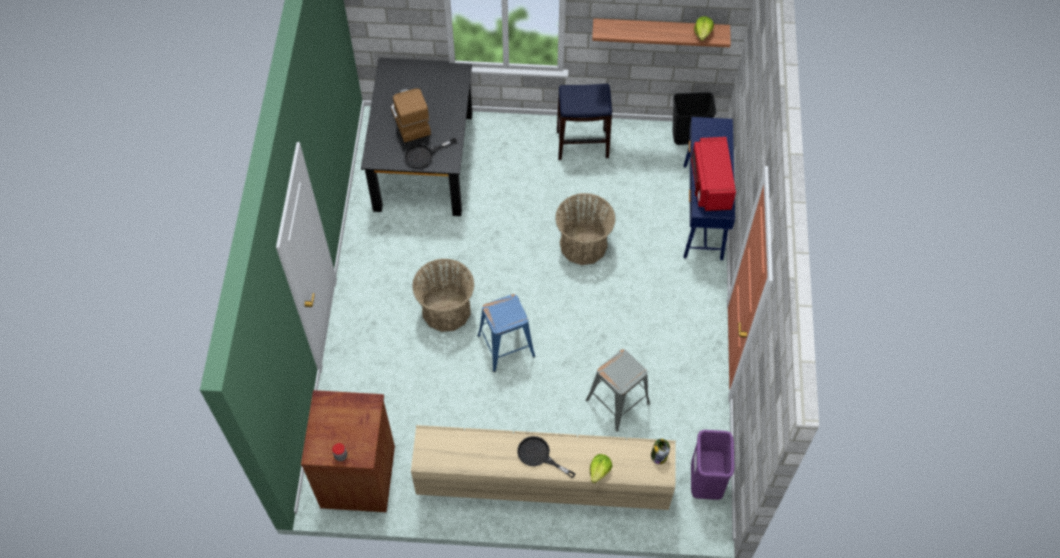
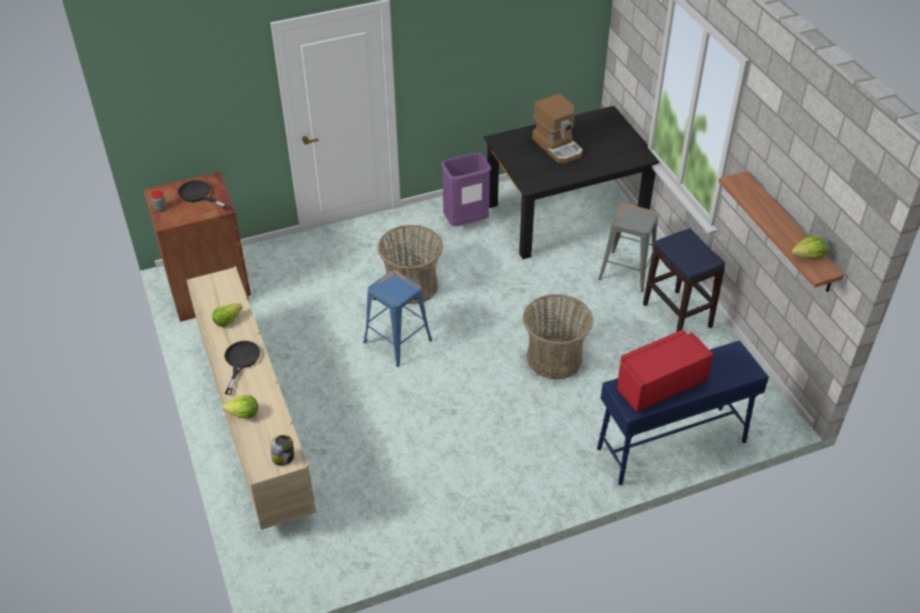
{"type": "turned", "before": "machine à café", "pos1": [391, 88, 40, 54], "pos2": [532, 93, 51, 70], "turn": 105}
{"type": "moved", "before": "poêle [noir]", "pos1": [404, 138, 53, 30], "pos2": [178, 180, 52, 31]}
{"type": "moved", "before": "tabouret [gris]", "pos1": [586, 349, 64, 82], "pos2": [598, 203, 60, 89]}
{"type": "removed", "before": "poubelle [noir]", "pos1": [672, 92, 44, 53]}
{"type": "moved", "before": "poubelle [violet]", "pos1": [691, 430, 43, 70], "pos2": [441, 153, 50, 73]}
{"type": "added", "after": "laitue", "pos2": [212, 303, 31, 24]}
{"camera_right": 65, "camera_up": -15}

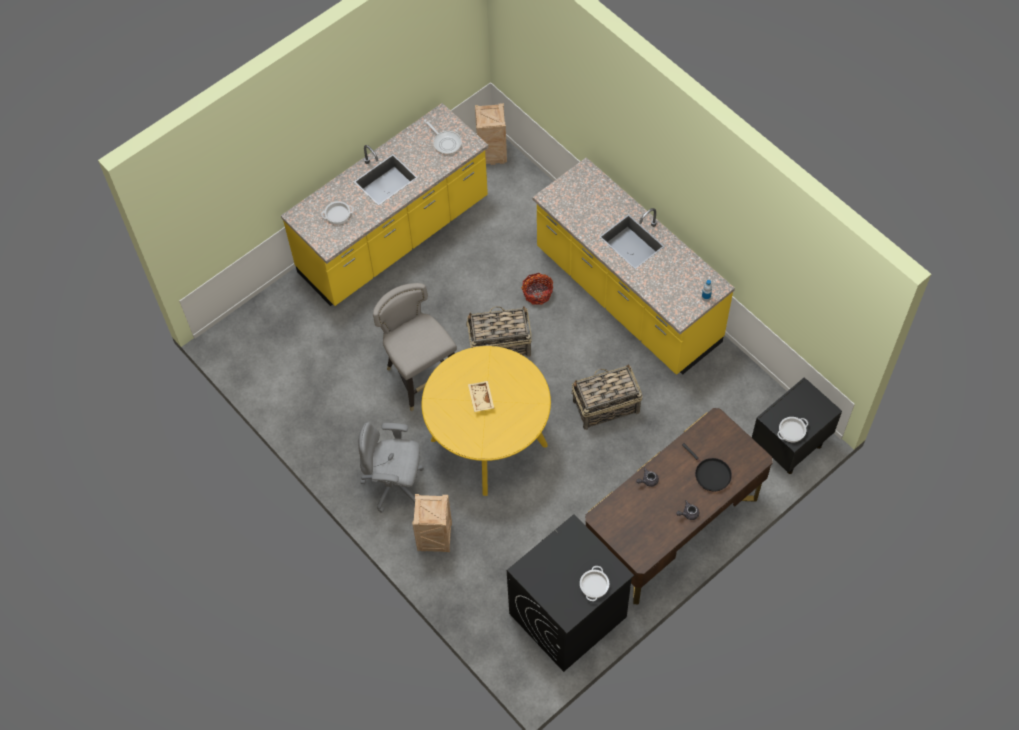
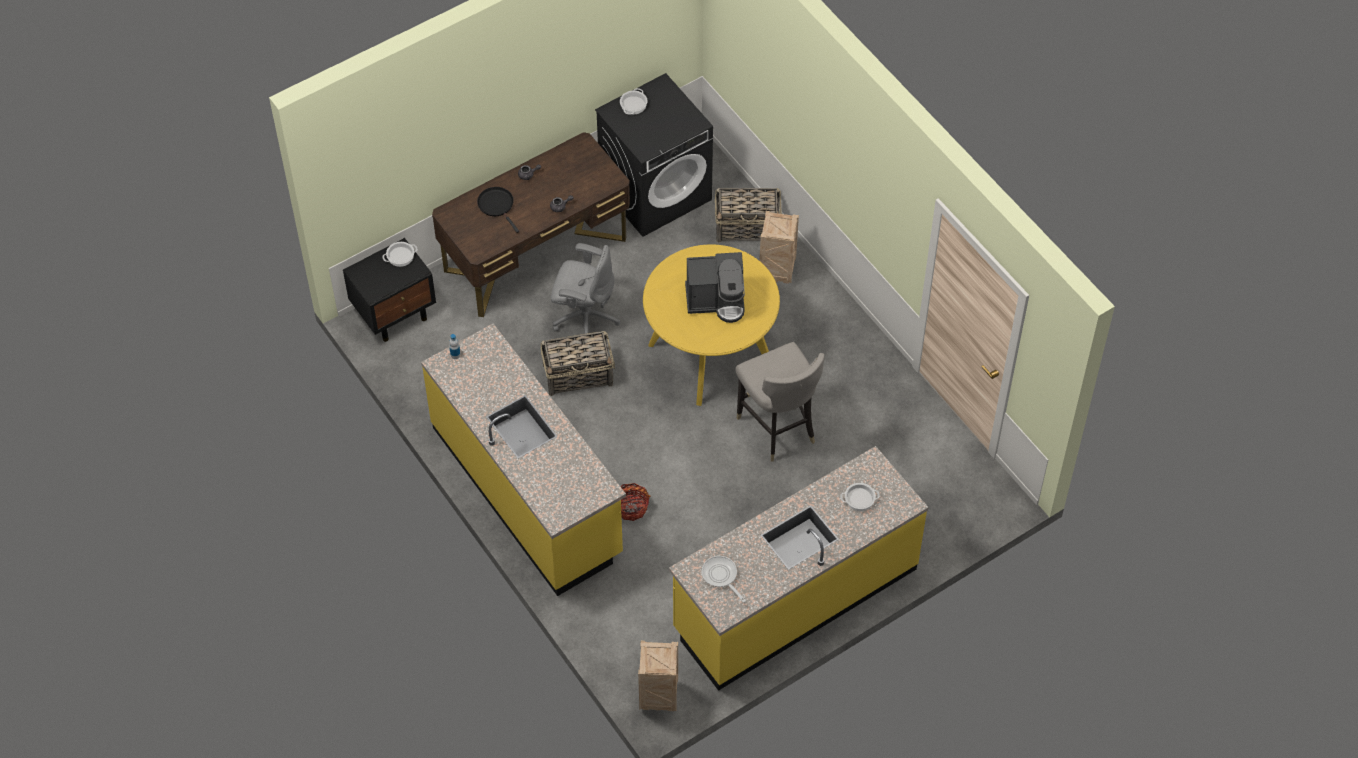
{"type": "moved", "before": "chaise de bureau [gris]", "pos1": [358, 422, 66, 91], "pos2": [551, 243, 69, 91]}
{"type": "moved", "before": "panier", "pos1": [466, 306, 66, 51], "pos2": [715, 188, 67, 55]}
{"type": "replaced", "before": "plateau [beige]", "after": "machine à café", "pos1": [468, 381, 26, 31], "pos2": [685, 252, 60, 71]}
{"camera_right": -175, "camera_up": -5}

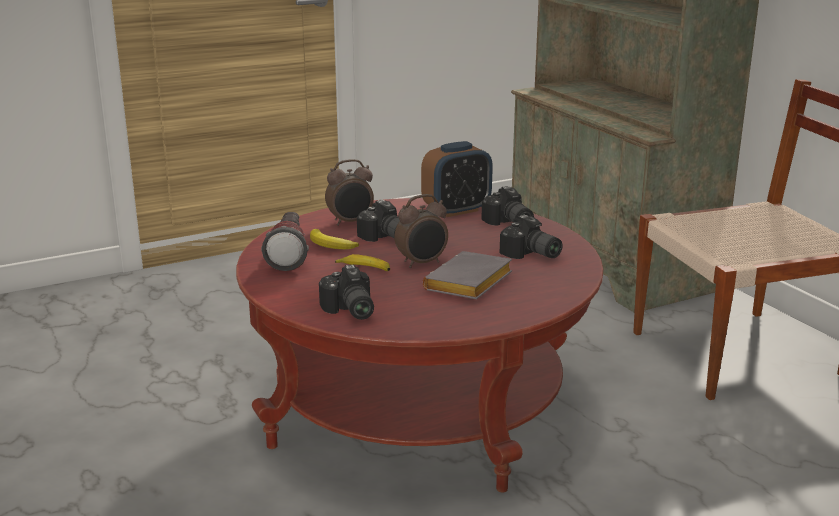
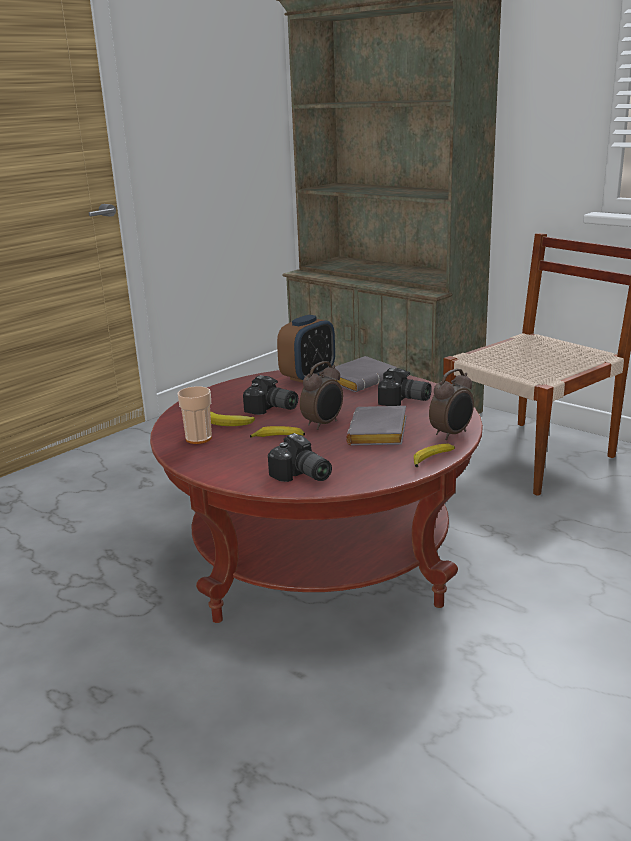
{"type": "replaced", "before": "lampe de poche", "after": "tasse", "pos1": [261, 212, 48, 59], "pos2": [177, 386, 35, 58]}
{"type": "moved", "before": "réveil", "pos1": [325, 159, 49, 67], "pos2": [429, 369, 45, 71]}
{"type": "replaced", "before": "appareil photo", "after": "livre [gris]", "pos1": [482, 186, 52, 40], "pos2": [335, 356, 62, 36]}
{"type": "added", "after": "banane", "pos2": [414, 443, 41, 24]}
{"camera_right": -20, "camera_up": 0}

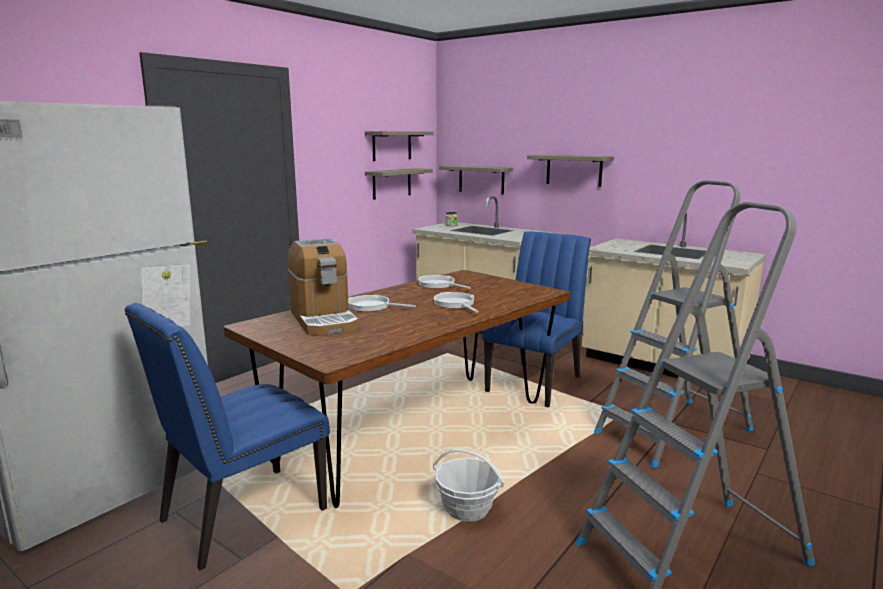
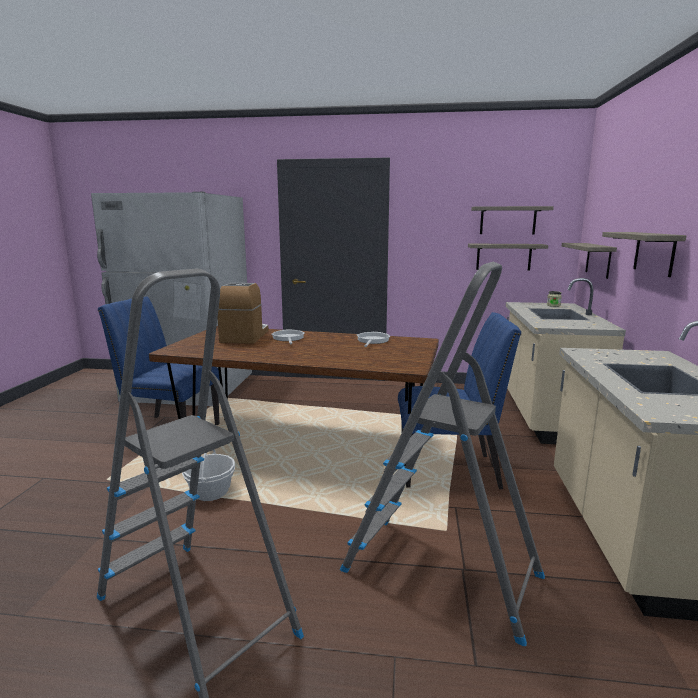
{"type": "turned", "before": "machine à café", "pos1": [288, 239, 71, 97], "pos2": [218, 283, 51, 61], "turn": 150}
{"type": "removed", "before": "poêle", "pos1": [434, 292, 45, 21]}
{"camera_right": 60, "camera_up": 0}

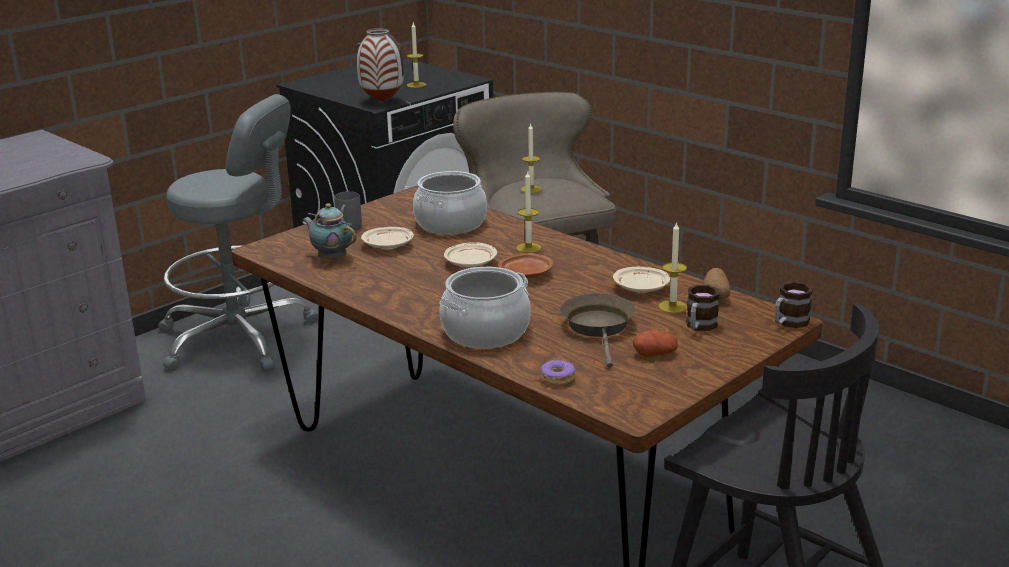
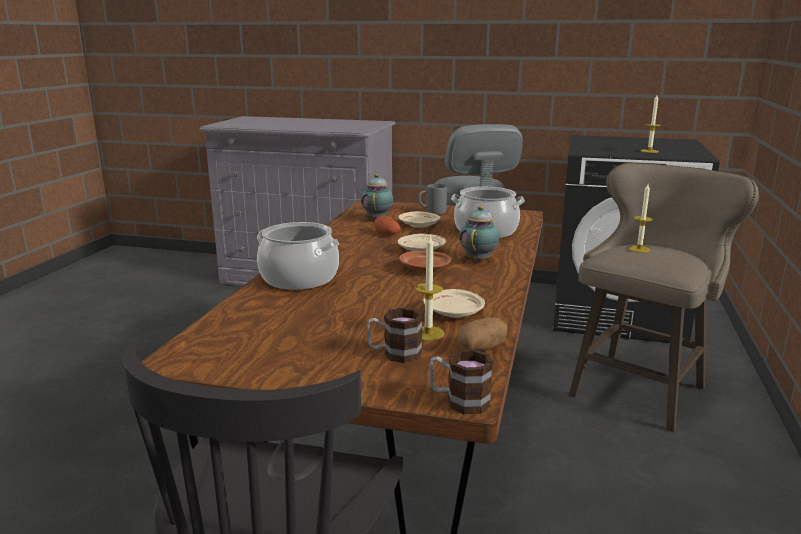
{"type": "removed", "before": "vase", "pos1": [356, 28, 48, 74]}
{"type": "replaced", "before": "bougie", "after": "théière", "pos1": [516, 172, 25, 81], "pos2": [459, 206, 41, 56]}
{"type": "removed", "before": "beignet", "pos1": [540, 359, 35, 26]}
{"type": "removed", "before": "poêle [marron]", "pos1": [560, 293, 76, 75]}
{"type": "moved", "before": "pomme de terre", "pos1": [633, 330, 45, 27], "pos2": [374, 216, 27, 19]}
{"camera_right": 60, "camera_up": -5}

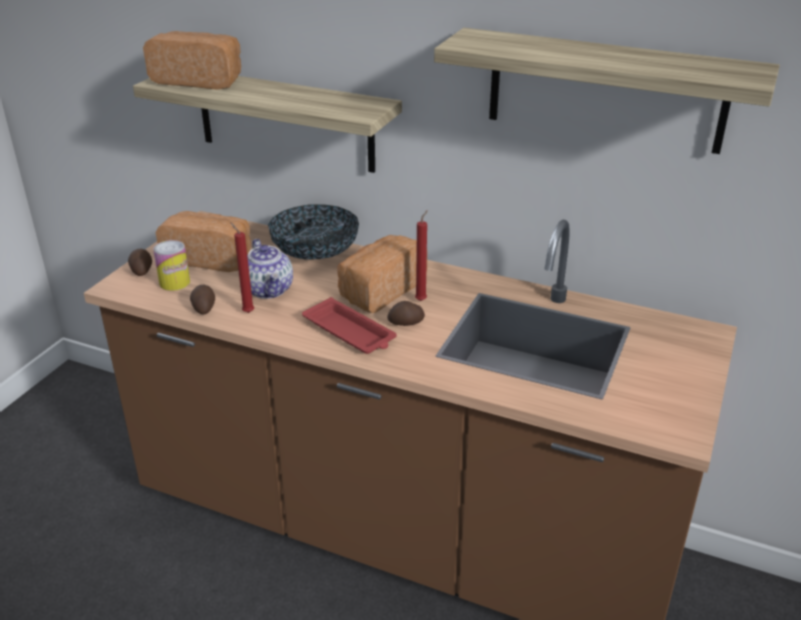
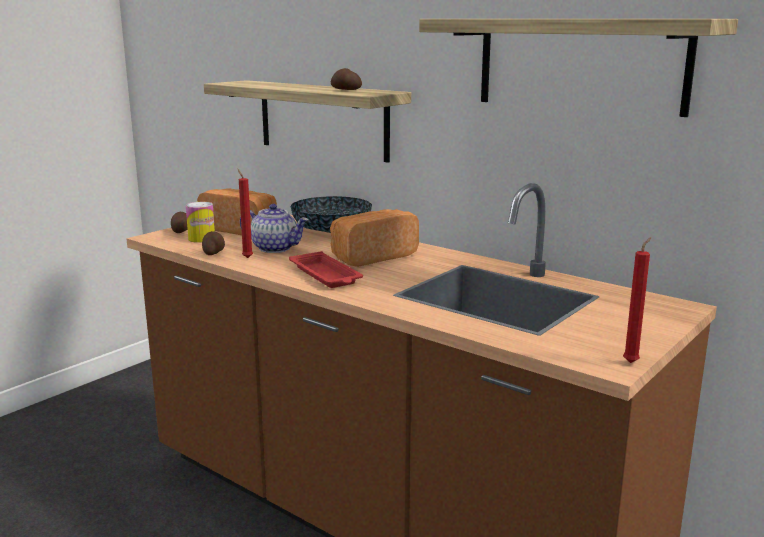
{"type": "removed", "before": "pain", "pos1": [143, 31, 98, 59]}
{"type": "turned", "before": "théière", "pos1": [247, 239, 46, 60], "pos2": [240, 204, 68, 49], "turn": -60}
{"type": "moved", "before": "pomme de terre", "pos1": [387, 301, 38, 25], "pos2": [331, 68, 31, 22]}
{"type": "moved", "before": "bougie [rouge]", "pos1": [415, 210, 13, 91], "pos2": [623, 237, 29, 126]}
{"camera_right": 15, "camera_up": -15}

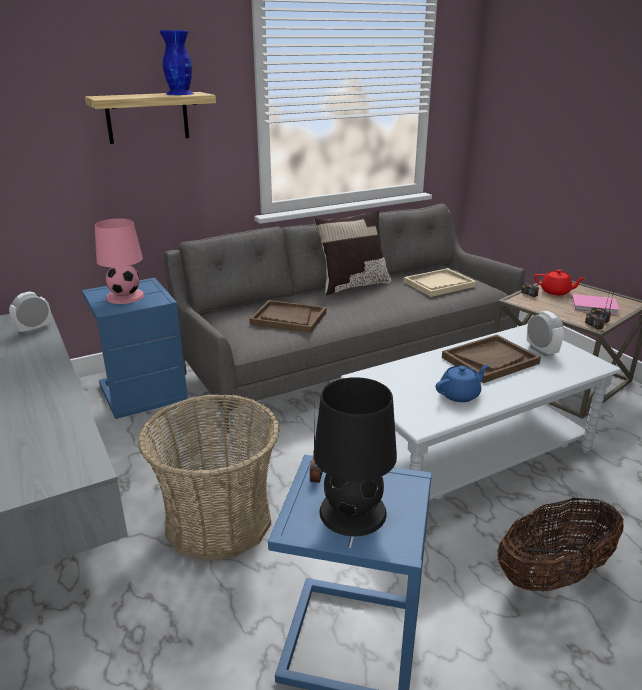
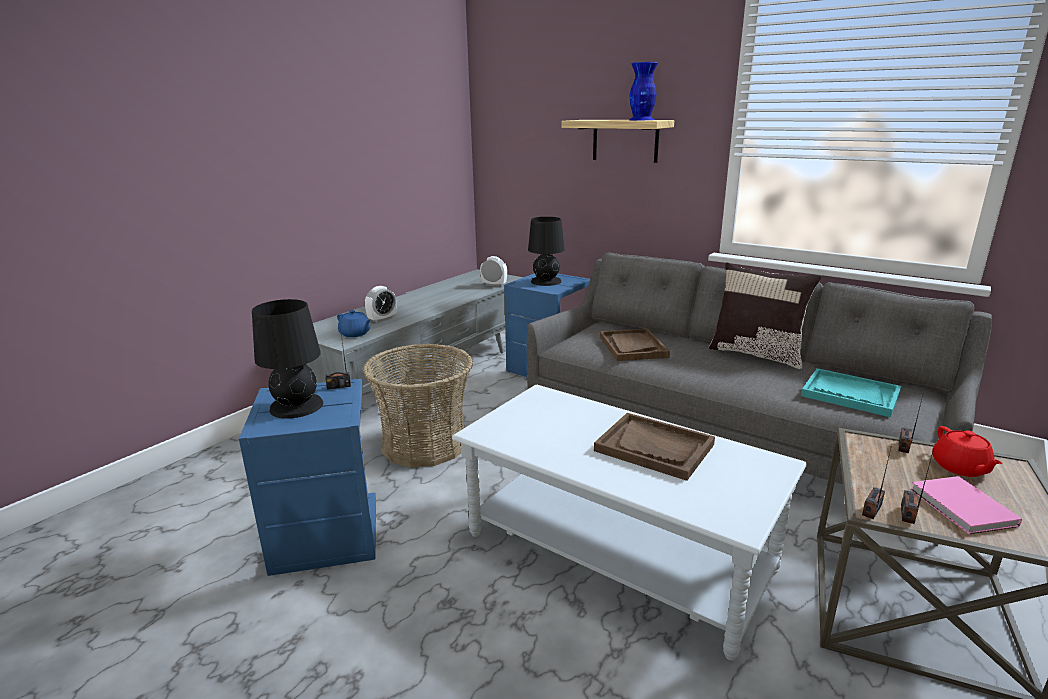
{"type": "recoloured", "before": "lampe de table [rose]", "after": "lampe de table [noir]", "pos1": [95, 218, 49, 86], "pos2": [528, 217, 37, 69]}
{"type": "recoloured", "before": "plateau [beige]", "after": "plateau [turquoise]", "pos1": [404, 268, 72, 29], "pos2": [801, 368, 100, 49]}
{"type": "moved", "before": "théière [bleu]", "pos1": [436, 365, 53, 37], "pos2": [337, 310, 34, 27]}
{"type": "removed", "before": "panier", "pos1": [497, 498, 127, 93]}
{"type": "moved", "before": "réveil", "pos1": [527, 311, 37, 45], "pos2": [365, 286, 31, 37]}
{"camera_right": 65, "camera_up": -5}

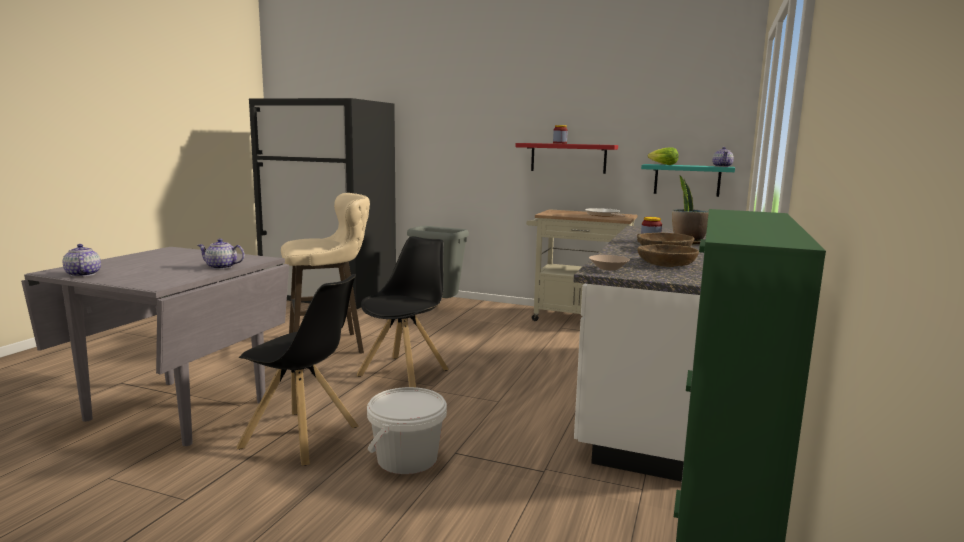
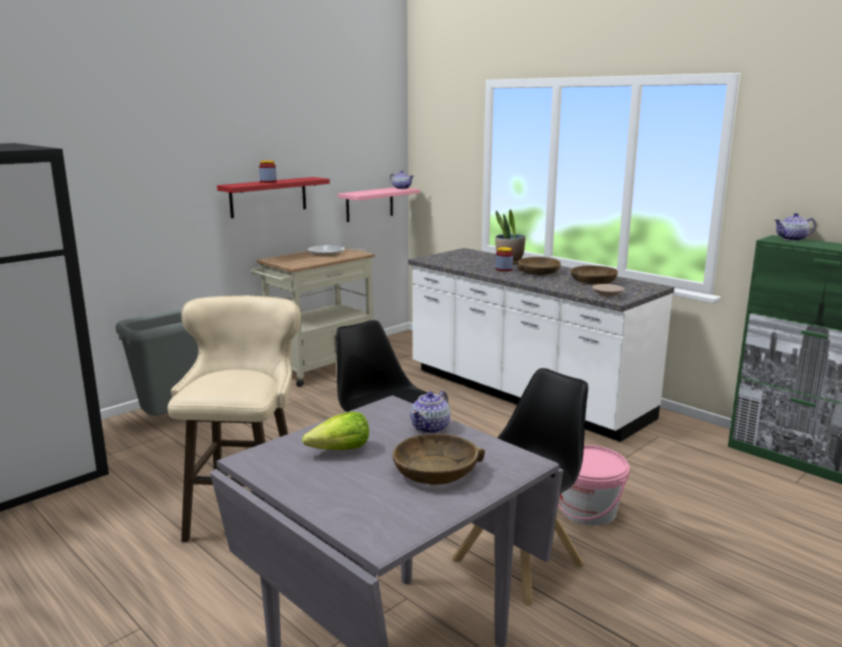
{"type": "moved", "before": "théière", "pos1": [63, 244, 38, 33], "pos2": [775, 213, 41, 28]}
{"type": "recoloured", "before": "seau [blanc]", "after": "seau [rose]", "pos1": [367, 387, 80, 87], "pos2": [558, 445, 72, 81]}
{"type": "recoloured", "before": "étagère [turquoise]", "after": "étagère [rose]", "pos1": [641, 164, 94, 33], "pos2": [337, 187, 83, 35]}
{"type": "moved", "before": "laitue", "pos1": [648, 147, 31, 18], "pos2": [302, 412, 67, 38]}
{"type": "added", "after": "bol [marron]", "pos2": [392, 434, 93, 51]}
{"camera_right": -65, "camera_up": 5}

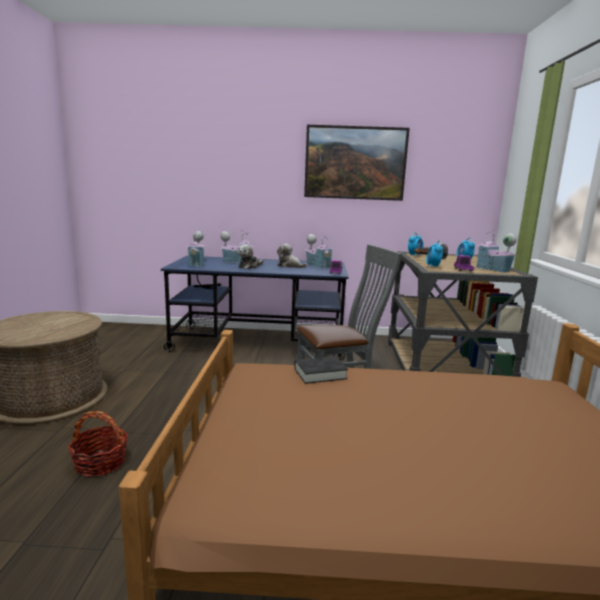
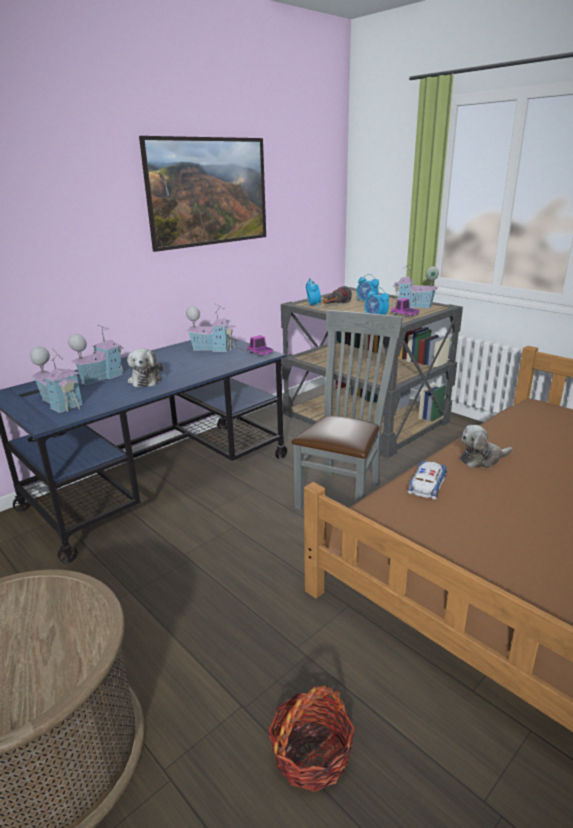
{"type": "moved", "before": "peluche", "pos1": [277, 244, 30, 24], "pos2": [460, 425, 53, 43]}
{"type": "replaced", "before": "livre [noir]", "after": "petite voiture", "pos1": [294, 357, 54, 27], "pos2": [407, 461, 40, 39]}
{"camera_right": -45, "camera_up": 10}

